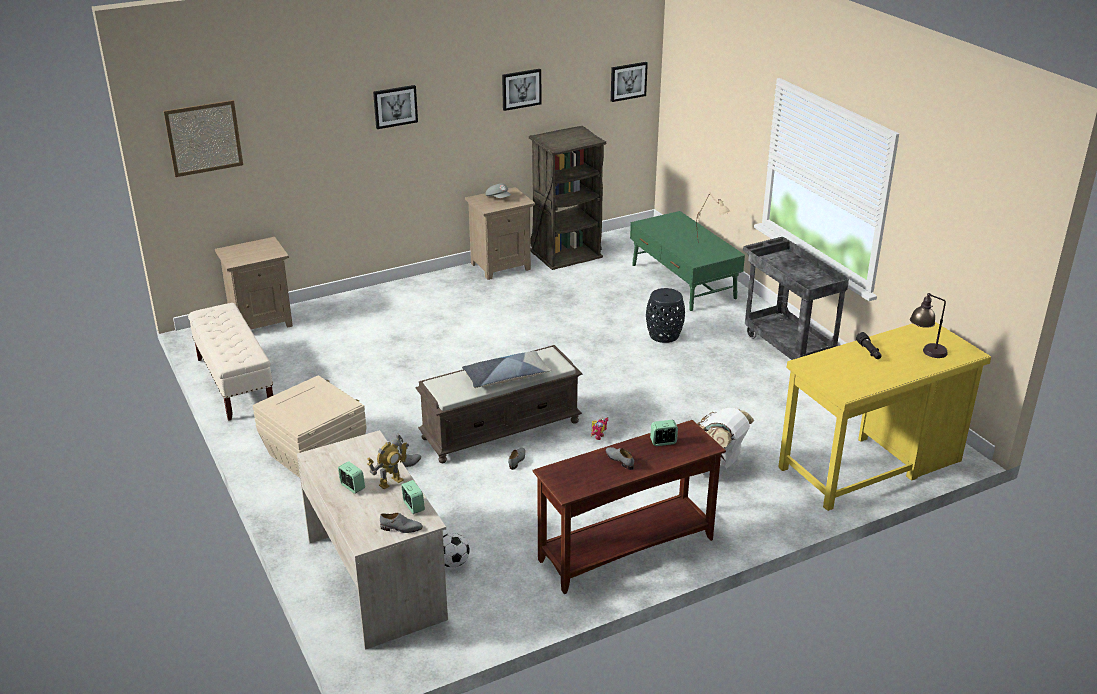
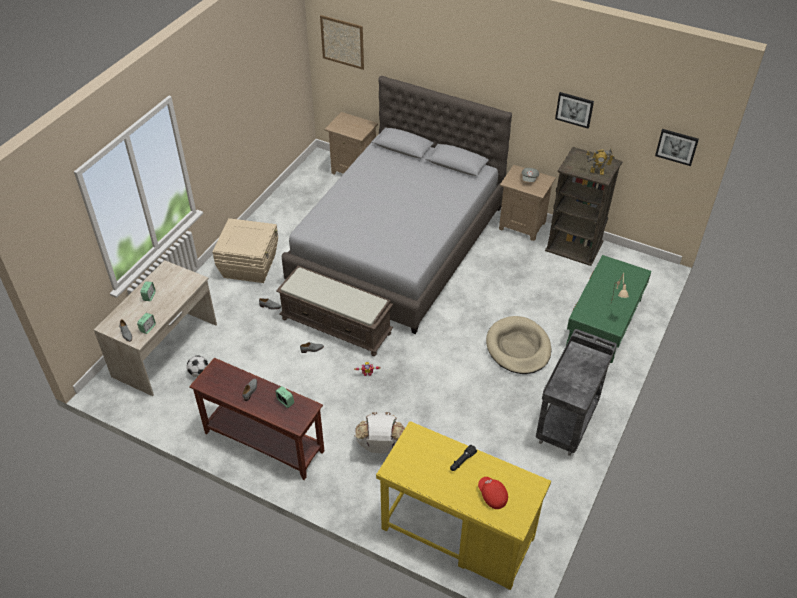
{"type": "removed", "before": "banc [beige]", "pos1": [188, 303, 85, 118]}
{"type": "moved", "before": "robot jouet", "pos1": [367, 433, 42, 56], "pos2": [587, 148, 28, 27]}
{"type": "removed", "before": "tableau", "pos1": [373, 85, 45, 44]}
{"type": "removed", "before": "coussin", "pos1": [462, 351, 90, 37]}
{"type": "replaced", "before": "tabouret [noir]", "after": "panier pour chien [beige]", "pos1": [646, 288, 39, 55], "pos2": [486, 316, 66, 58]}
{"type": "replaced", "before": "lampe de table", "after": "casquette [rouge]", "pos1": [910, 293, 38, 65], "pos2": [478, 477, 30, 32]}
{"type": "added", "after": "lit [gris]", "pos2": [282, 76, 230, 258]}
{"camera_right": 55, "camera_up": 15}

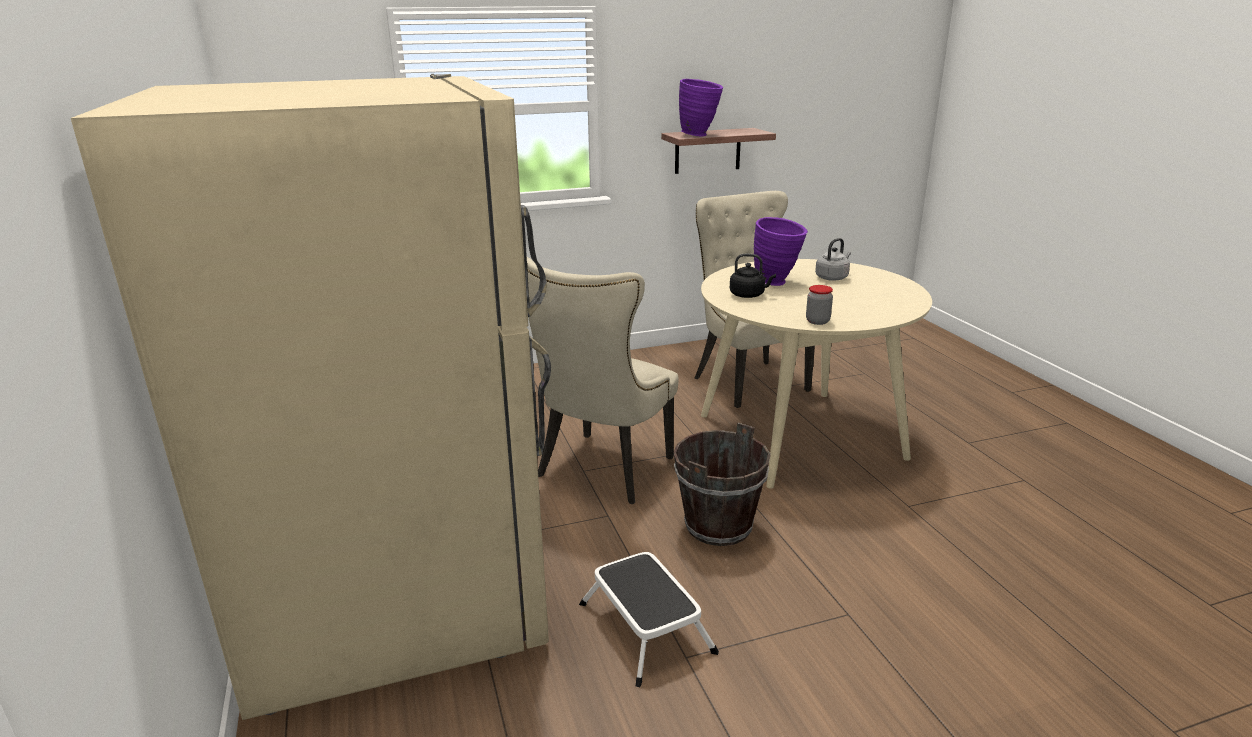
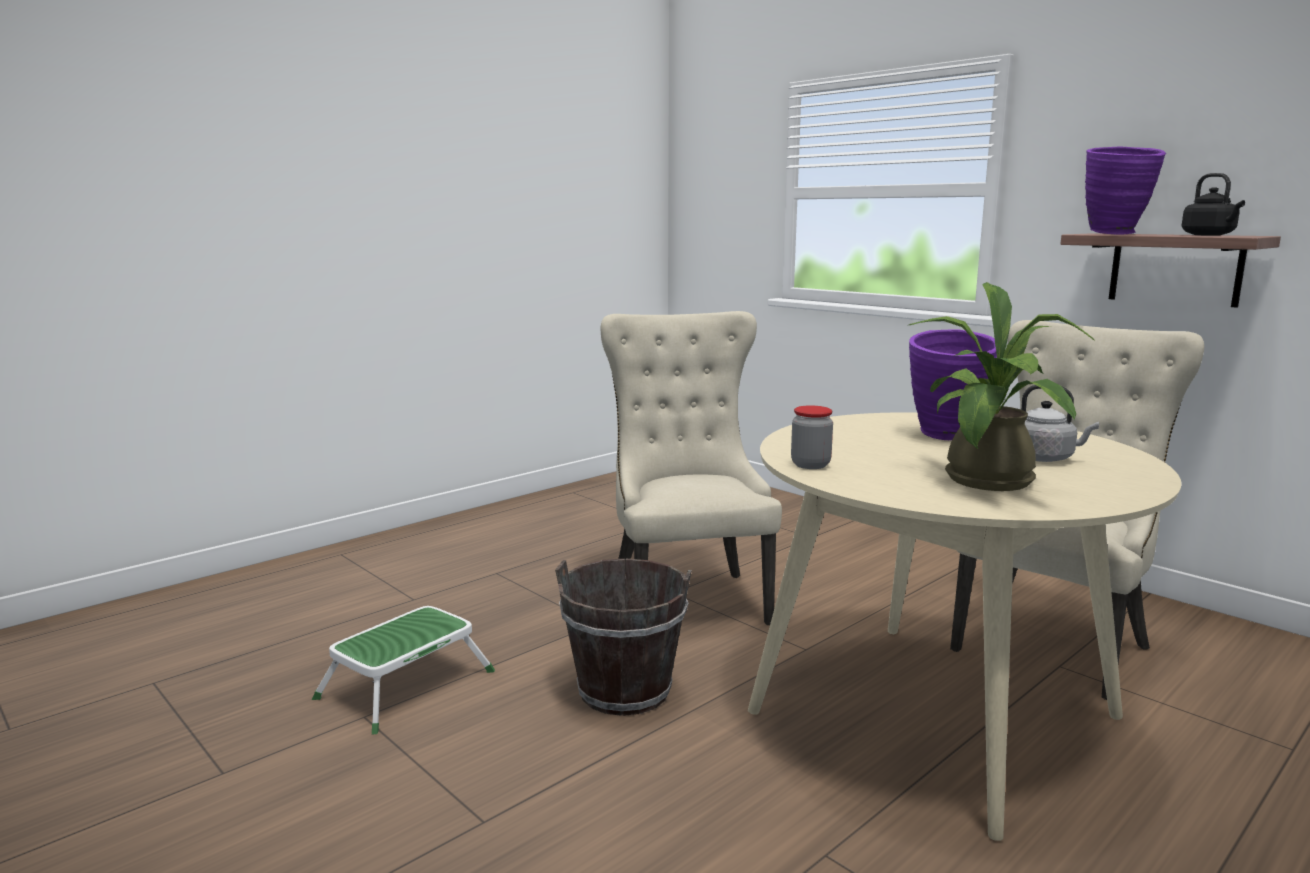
{"type": "removed", "before": "réfrigérateur [beige]", "pos1": [71, 74, 480, 646]}
{"type": "turned", "before": "chaise [beige]", "pos1": [527, 257, 152, 247], "pos2": [600, 311, 182, 314], "turn": 75}
{"type": "recoloured", "before": "escabeau [noir]", "after": "escabeau [vert]", "pos1": [579, 552, 140, 135], "pos2": [312, 606, 183, 129]}
{"type": "moved", "before": "bouilloire [noir]", "pos1": [730, 254, 46, 44], "pos2": [1182, 173, 63, 63]}
{"type": "added", "after": "plante en pot", "pos2": [909, 282, 185, 209]}
{"camera_right": 65, "camera_up": -10}

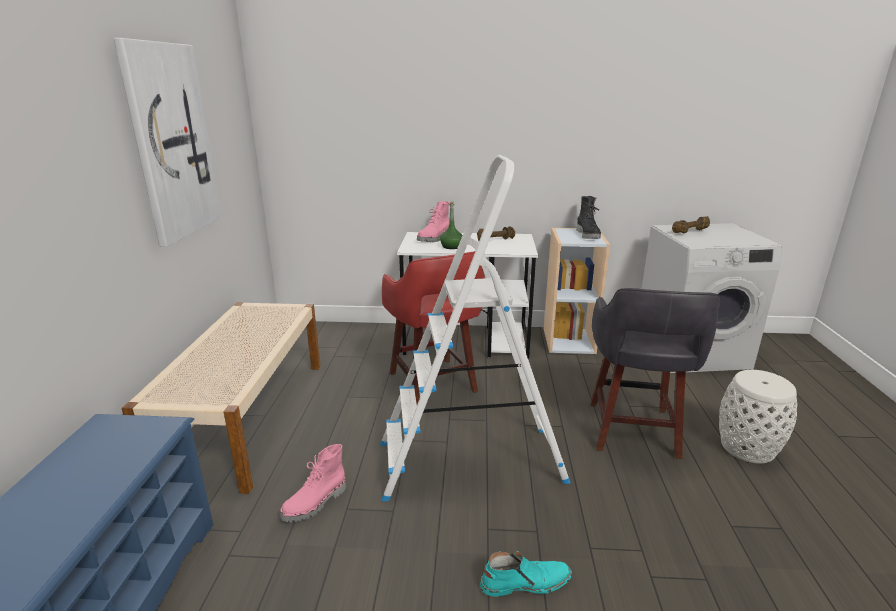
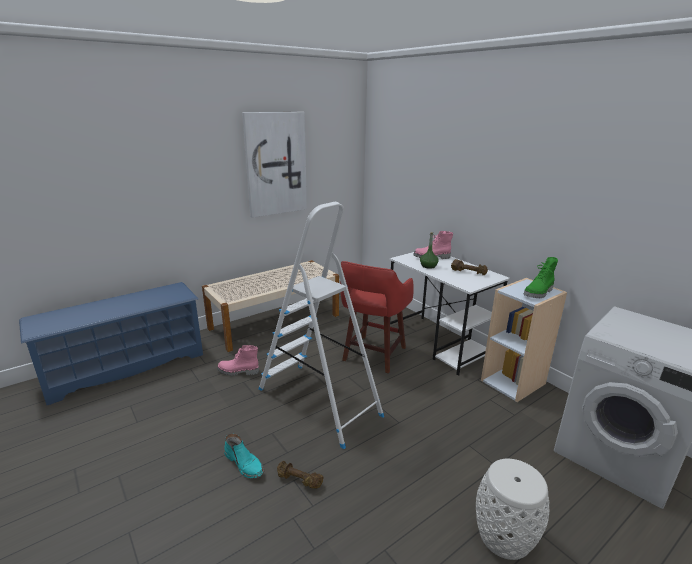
{"type": "recoloured", "before": "botte [noir]", "after": "botte [vert]", "pos1": [577, 196, 24, 43], "pos2": [523, 257, 35, 41]}
{"type": "removed", "before": "tabouret [gris]", "pos1": [590, 288, 130, 171]}
{"type": "moved", "before": "haltère [marron]", "pos1": [672, 216, 38, 17], "pos2": [277, 461, 46, 28]}
{"camera_right": 50, "camera_up": 0}

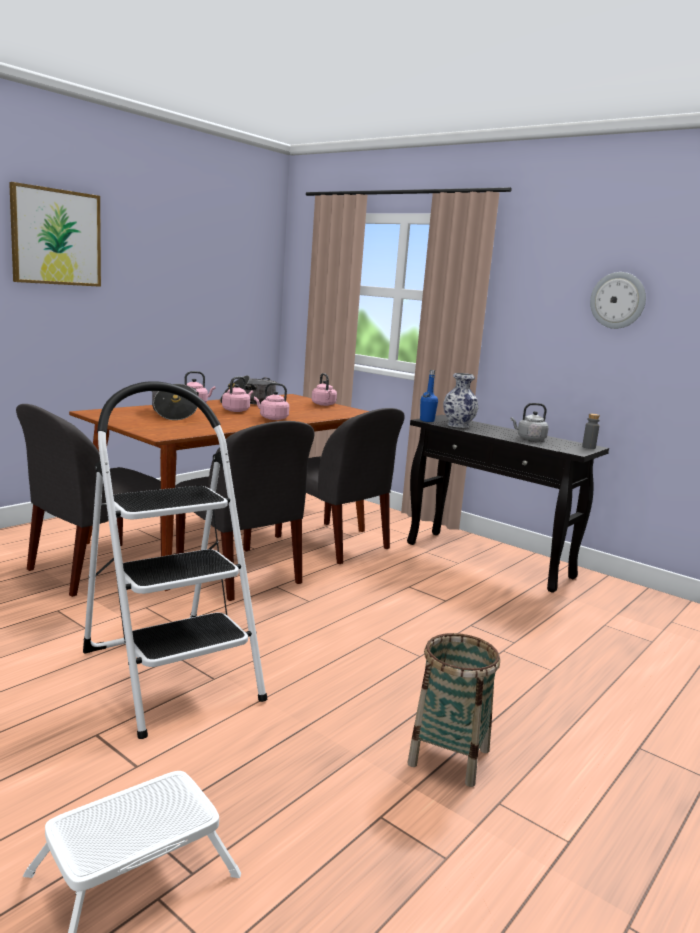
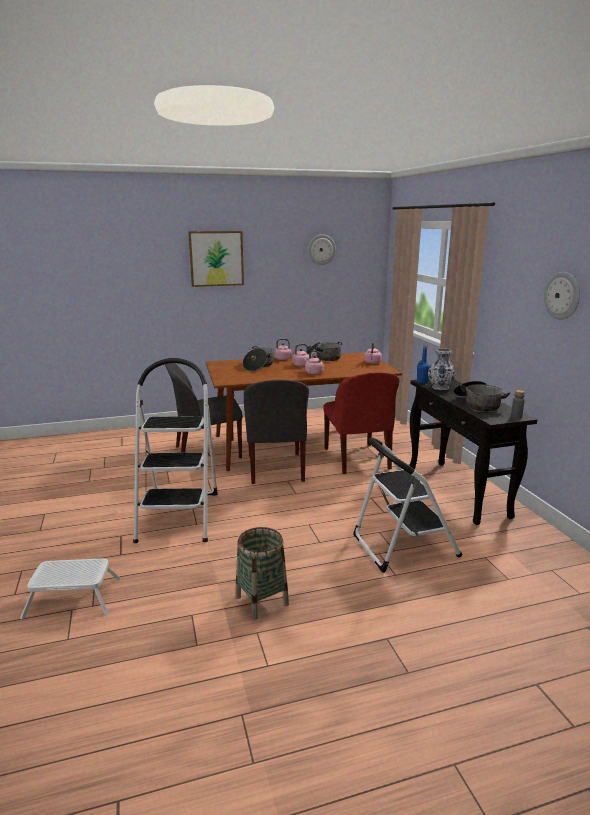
{"type": "recoloured", "before": "chaise [gris]", "after": "chaise [rouge]", "pos1": [275, 408, 130, 156], "pos2": [323, 372, 77, 102]}
{"type": "replaced", "before": "bouilloire [gris]", "after": "marmite", "pos1": [511, 403, 38, 38], "pos2": [453, 381, 58, 31]}
{"type": "added", "after": "horloge murale", "pos2": [308, 234, 28, 31]}
{"type": "added", "after": "escabeau", "pos2": [353, 437, 109, 136]}
{"camera_right": 35, "camera_up": 5}

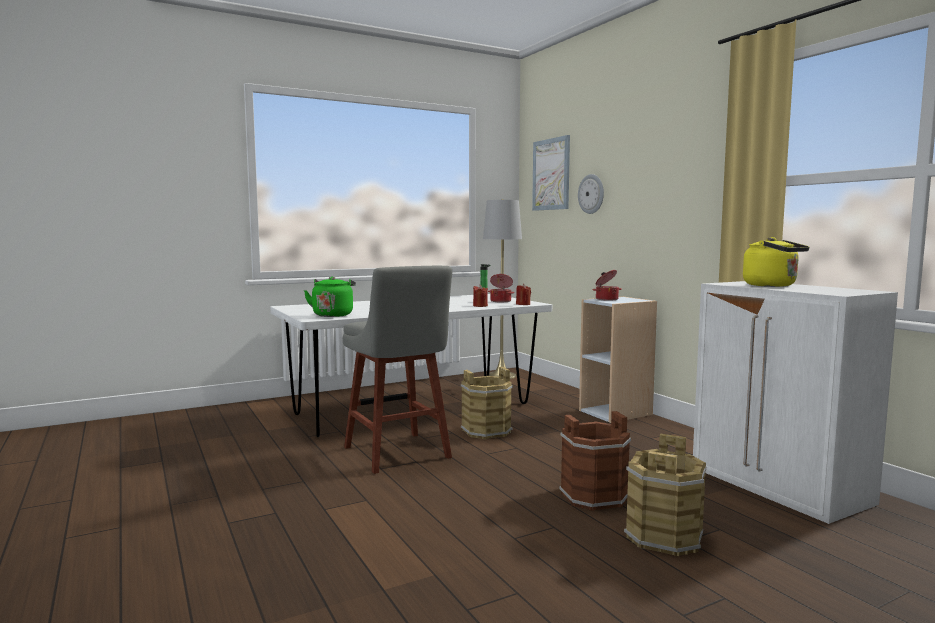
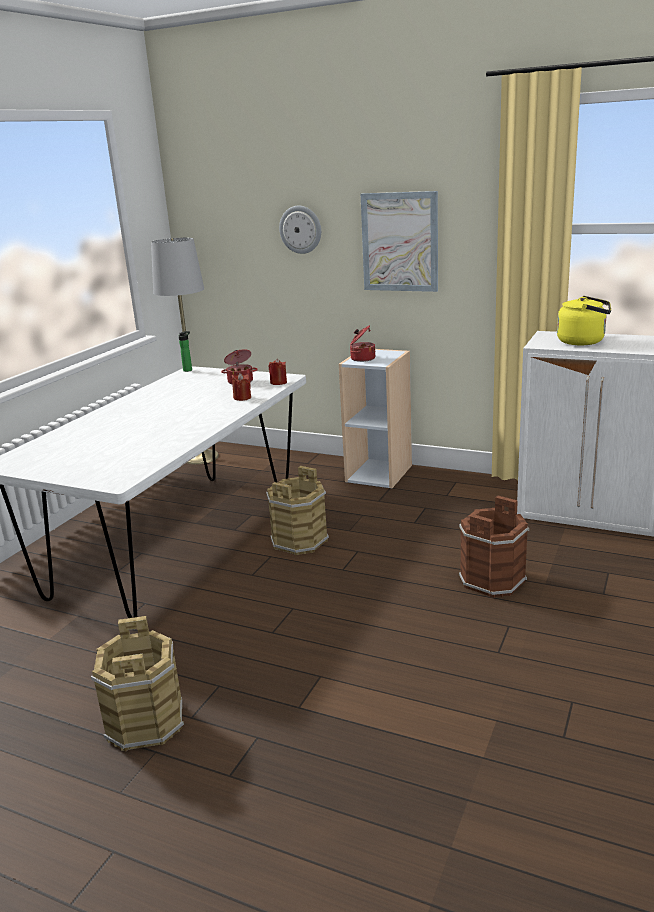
{"type": "removed", "before": "bouilloire [vert]", "pos1": [304, 277, 52, 40]}
{"type": "removed", "before": "tabouret [gris]", "pos1": [343, 266, 109, 208]}
{"type": "moved", "before": "tableau", "pos1": [532, 135, 38, 76], "pos2": [361, 191, 77, 101]}
{"type": "moved", "before": "seau [marron]", "pos1": [624, 434, 82, 122], "pos2": [91, 616, 93, 136]}
{"camera_right": -35, "camera_up": 15}

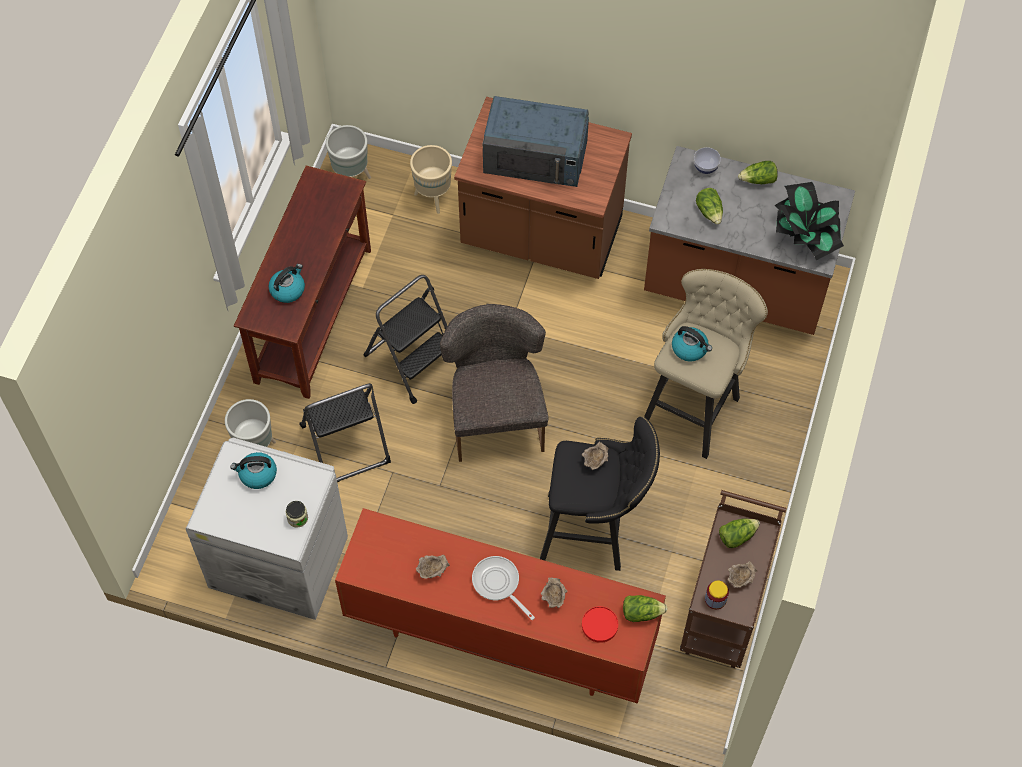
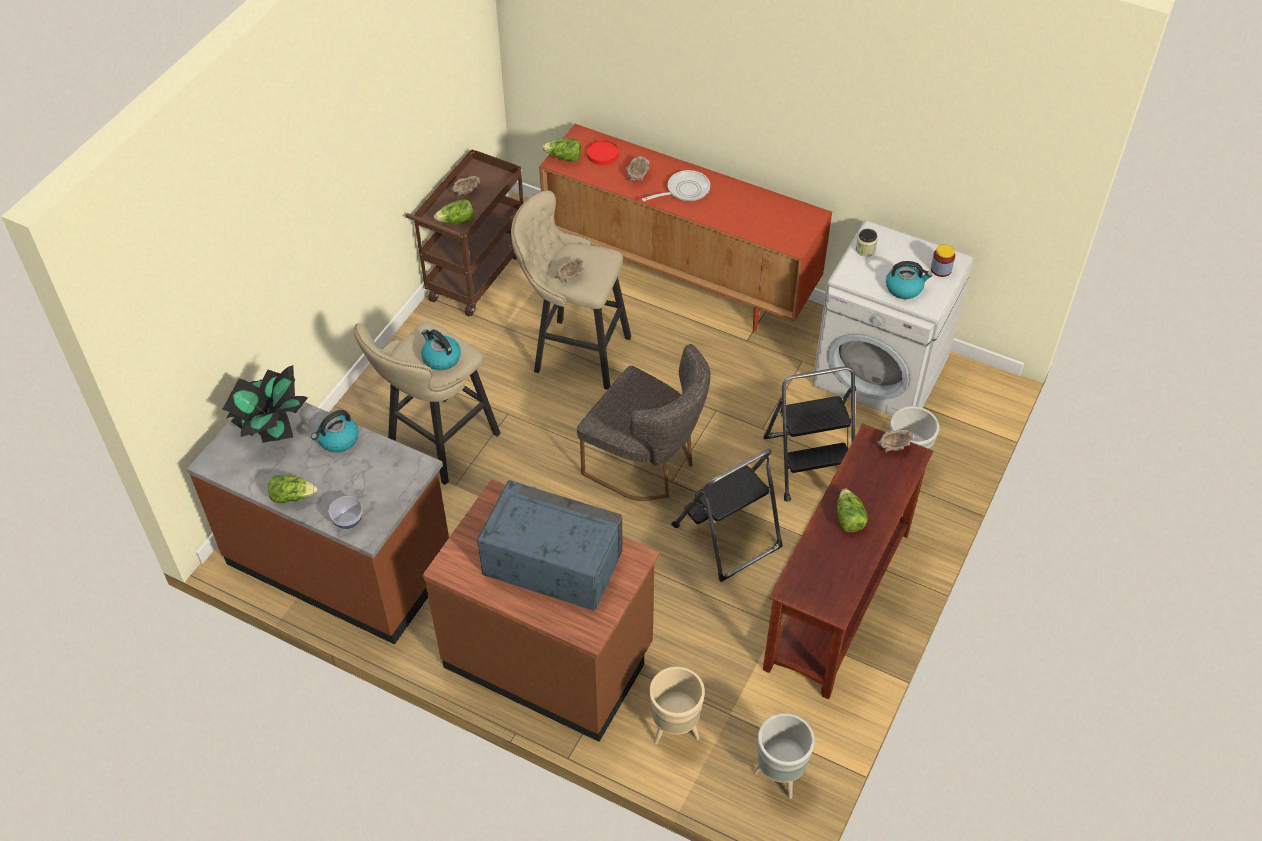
{"type": "moved", "before": "bouilloire", "pos1": [269, 264, 36, 39], "pos2": [311, 410, 48, 43]}
{"type": "moved", "before": "bol [beige]", "pos1": [416, 555, 34, 24], "pos2": [877, 429, 37, 24]}
{"type": "turned", "before": "chaise [gris]", "pos1": [440, 304, 109, 158], "pos2": [577, 344, 134, 157], "turn": -60}
{"type": "turned", "before": "poêle", "pos1": [472, 556, 63, 64], "pos2": [642, 170, 68, 31], "turn": -90}
{"type": "recoloured", "before": "tabouret [noir]", "after": "tabouret [beige]", "pos1": [540, 416, 120, 155], "pos2": [511, 190, 120, 200]}
{"type": "moved", "before": "laitue", "pos1": [696, 188, 27, 37], "pos2": [837, 489, 31, 43]}
{"type": "moved", "before": "bocal", "pos1": [705, 581, 24, 28], "pos2": [931, 244, 24, 33]}
{"camera_right": -170, "camera_up": -10}

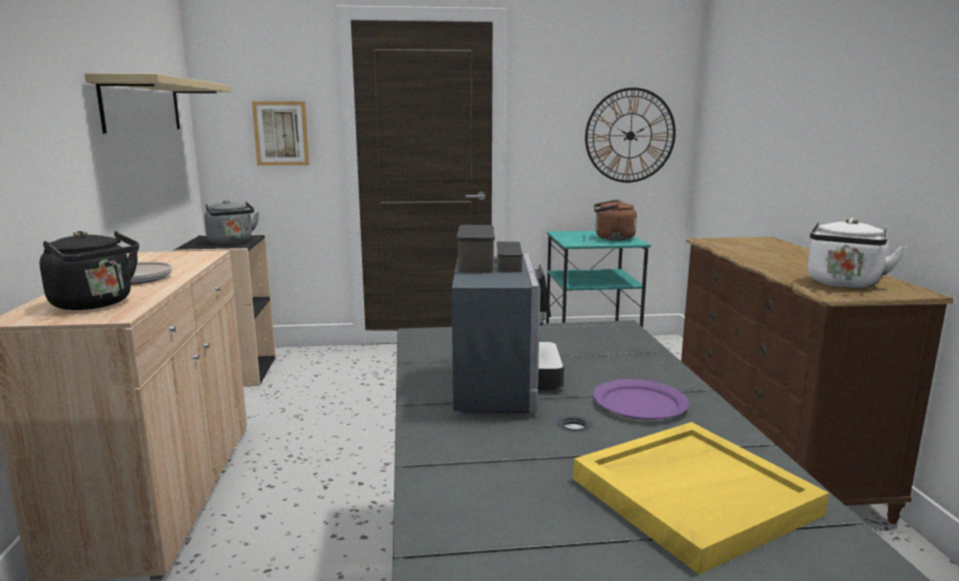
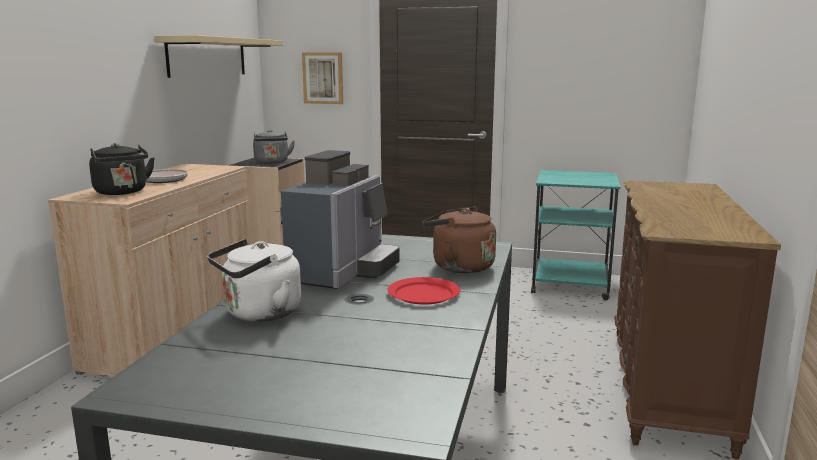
{"type": "removed", "before": "plateau [jaune]", "pos1": [573, 422, 256, 152]}
{"type": "removed", "before": "horloge murale", "pos1": [585, 88, 91, 95]}
{"type": "recoloured", "before": "assiette [violet]", "after": "assiette [rouge]", "pos1": [593, 379, 96, 41], "pos2": [388, 277, 72, 28]}
{"type": "moved", "before": "bouilloire [marron]", "pos1": [594, 199, 43, 42], "pos2": [422, 207, 74, 66]}
{"type": "moved", "before": "bouilloire [blanc]", "pos1": [808, 218, 99, 70], "pos2": [207, 239, 94, 83]}
{"camera_right": 20, "camera_up": 0}

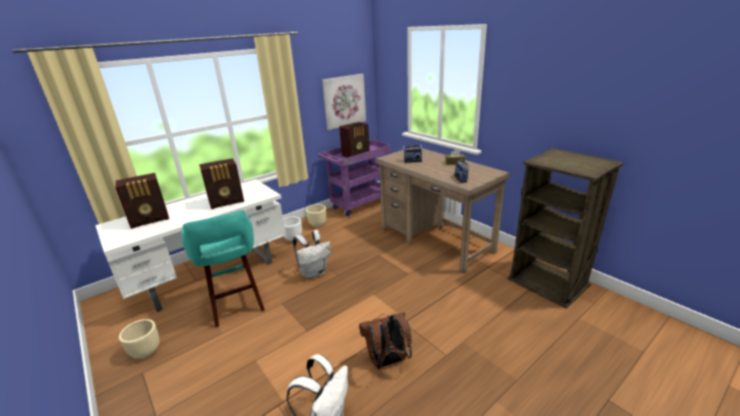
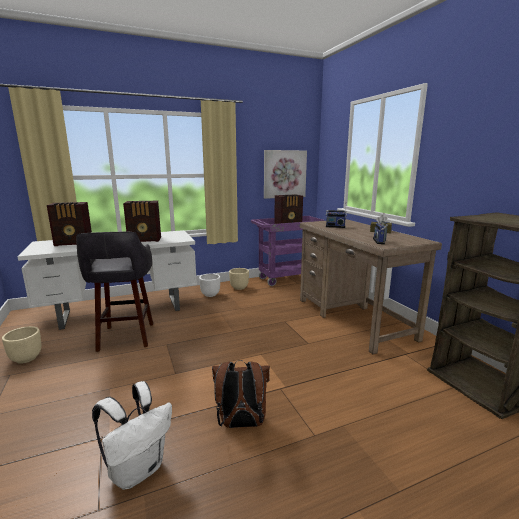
{"type": "recoloured", "before": "tabouret [turquoise]", "after": "tabouret [gris]", "pos1": [181, 210, 84, 117], "pos2": [76, 232, 77, 120]}
{"type": "removed", "before": "sac à dos [blanc]", "pos1": [293, 230, 38, 49]}
{"camera_right": 15, "camera_up": -10}

